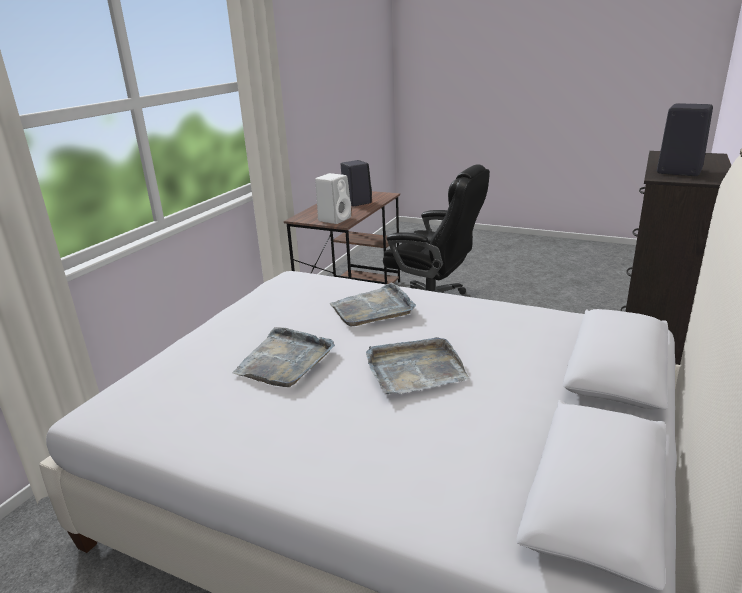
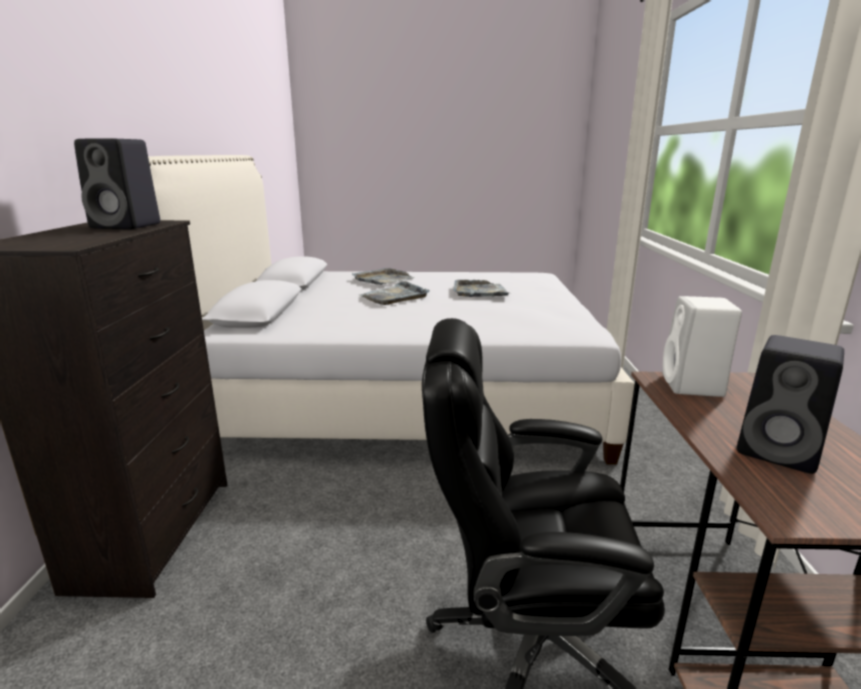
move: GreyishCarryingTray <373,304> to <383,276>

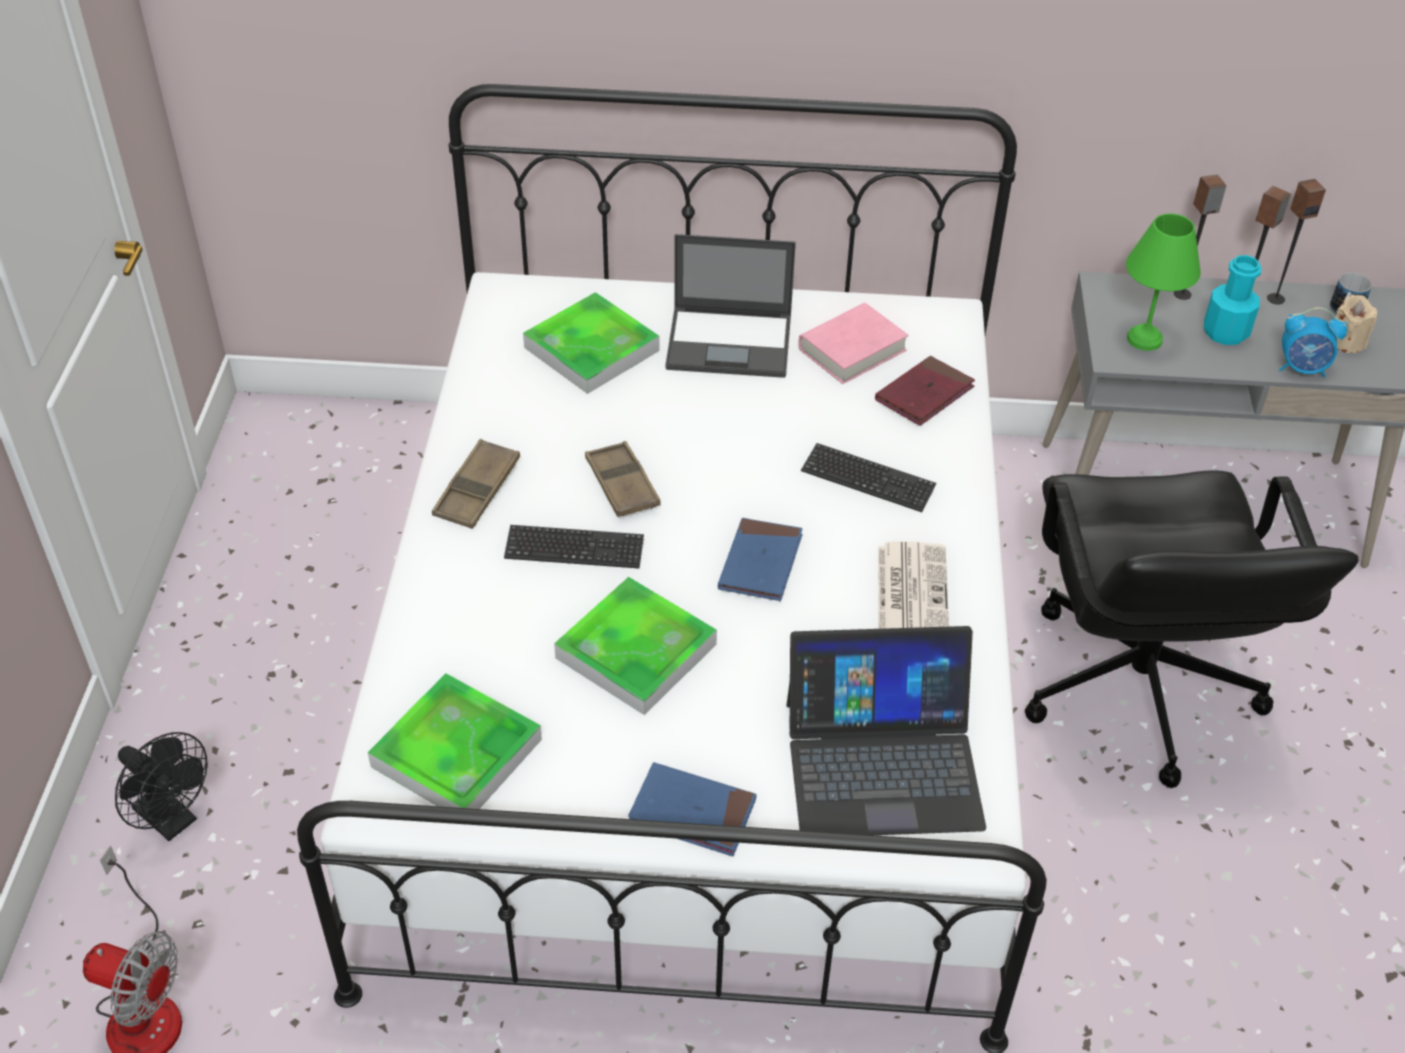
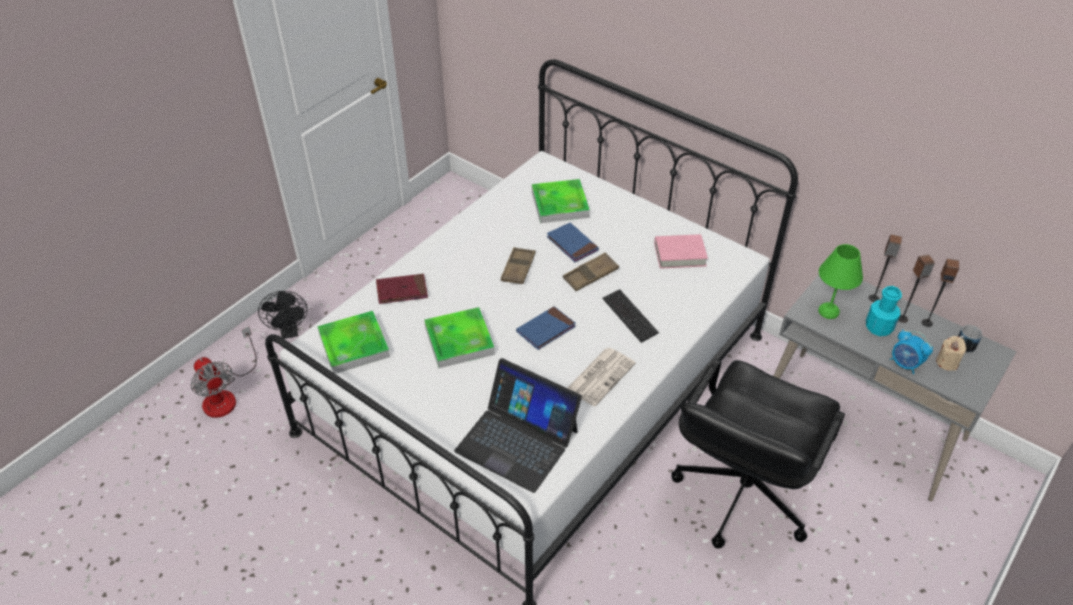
delete: Keyboard <574,547>; Laptop <730,306>
move: RedColouredVolume <925,391> to <402,289>; BluishVolume <692,809> to <573,242>; BrownColouredCarryingTray <476,484> to <591,271>

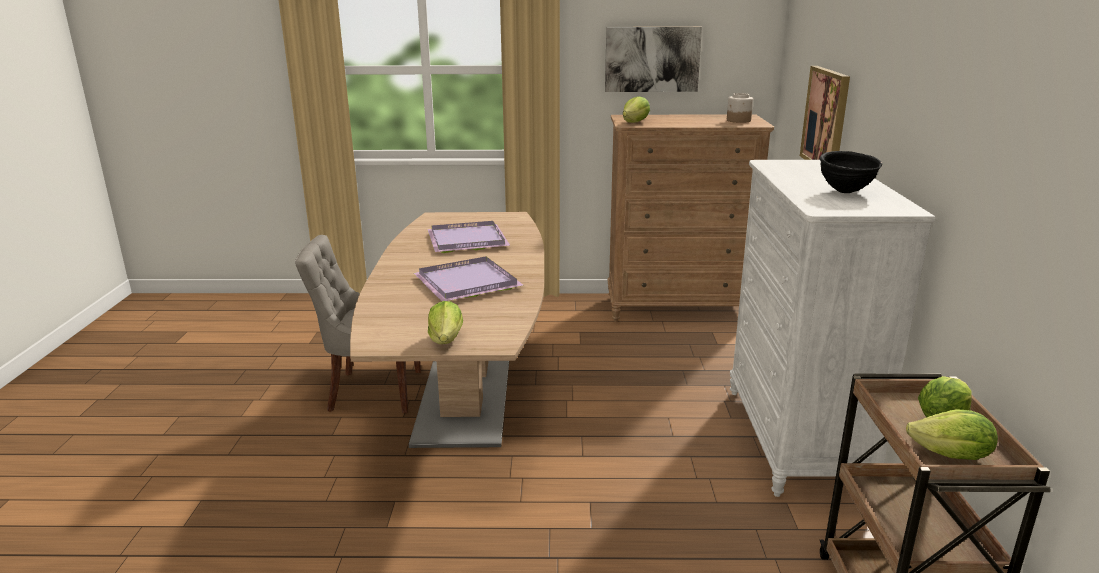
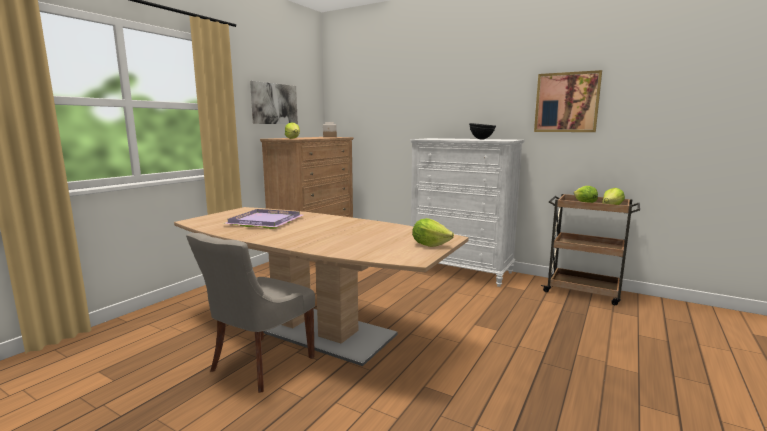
delete: PurpleColouredCarryingTray <468,279>
move: Picture <825,113> to <568,101>

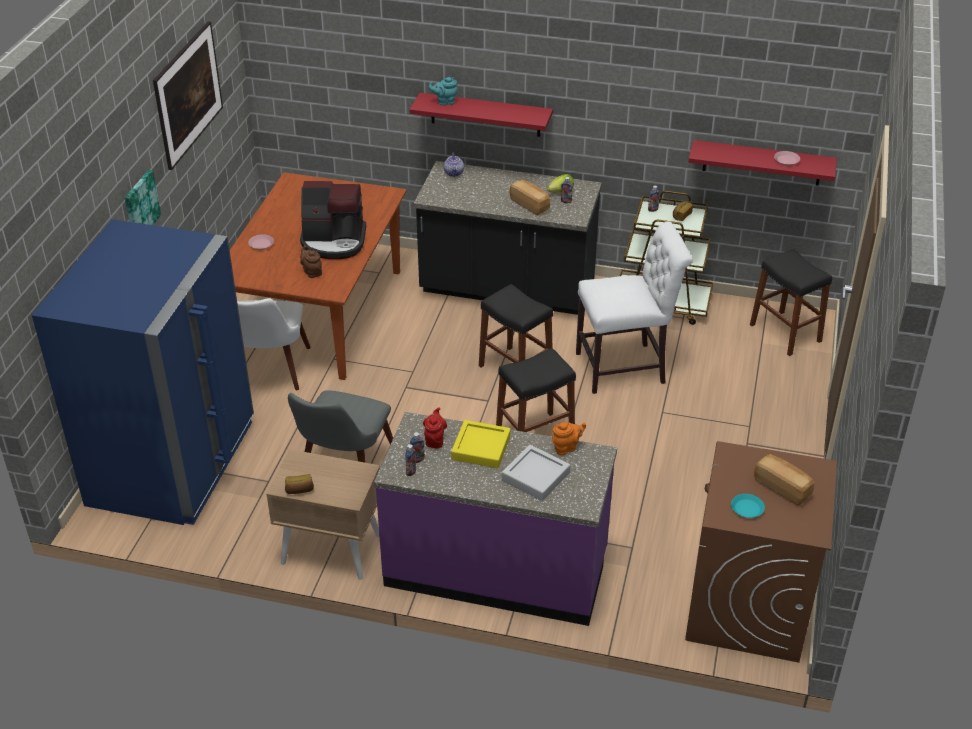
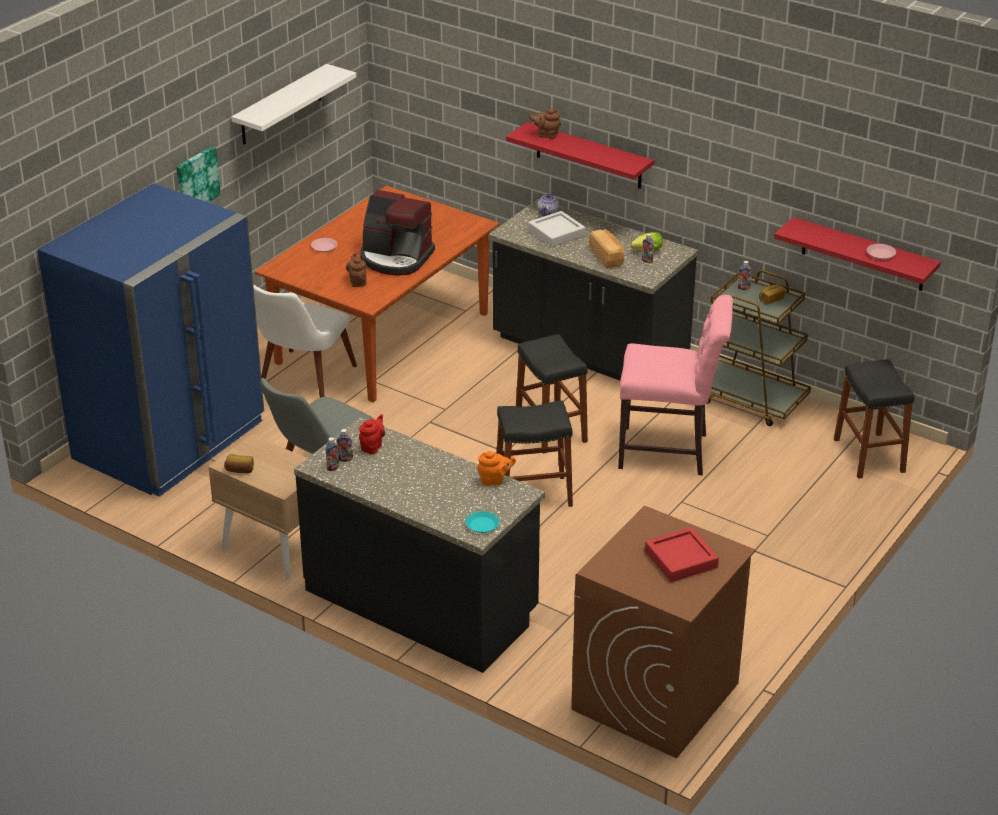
delete: YellowColouredCarryingTray <481,444>
move: TurquoisePlate <748,506> to <482,522>; GreyishCarryingTray <536,473> to <557,229>
replace: Picture <188,95> to WhiteBracketShelf <294,104>; BakeryBread <784,479> to RedColouredCarryingTray <682,554>
recolor: PurpleColouredCounter <495,519> to BlackColouredCounter <419,545>; TurquoisePotForTea <443,91> to BrownColouredPotForTea <545,124>; WhiteUprightChair <634,307> to PinkUprightChair <675,385>

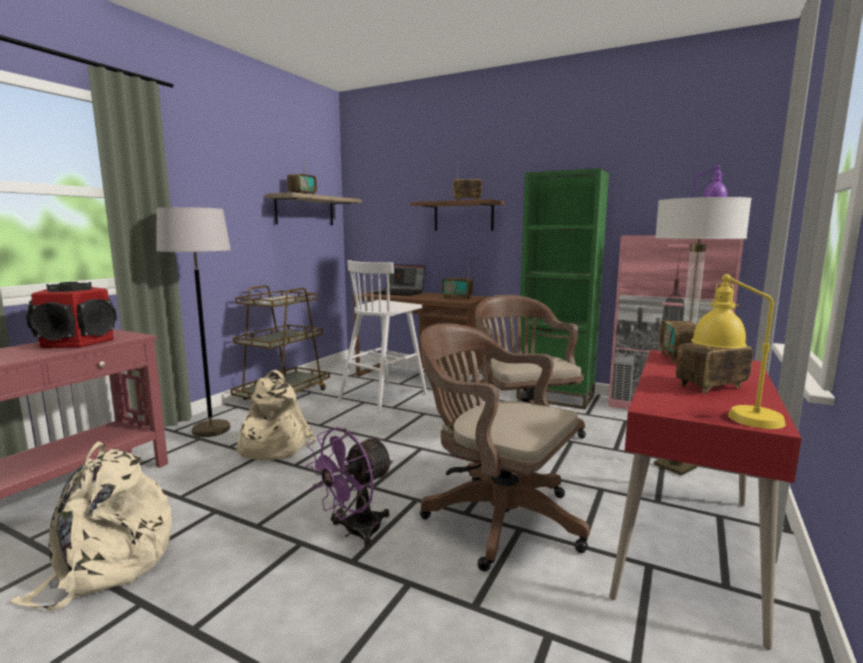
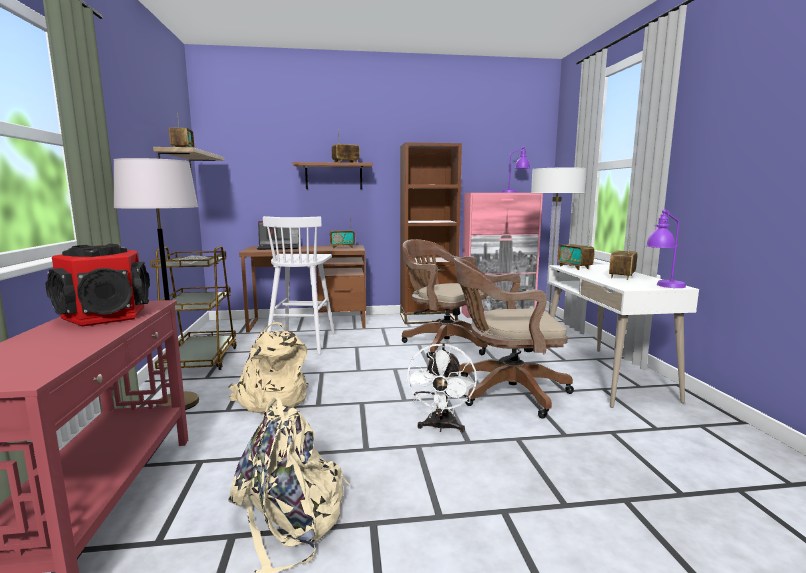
recolor: GreenBookshelf <562,289> to BrownColouredBookshelf <431,233>; PurpleColouredFan <349,487> to WhiteFan <441,387>; RedColouredDeskUnit <706,500> to WhiteDeskUnit <621,336>; YellowColouredTabletopLamp <738,351> to PurpleColouredTabletopLamp <666,248>

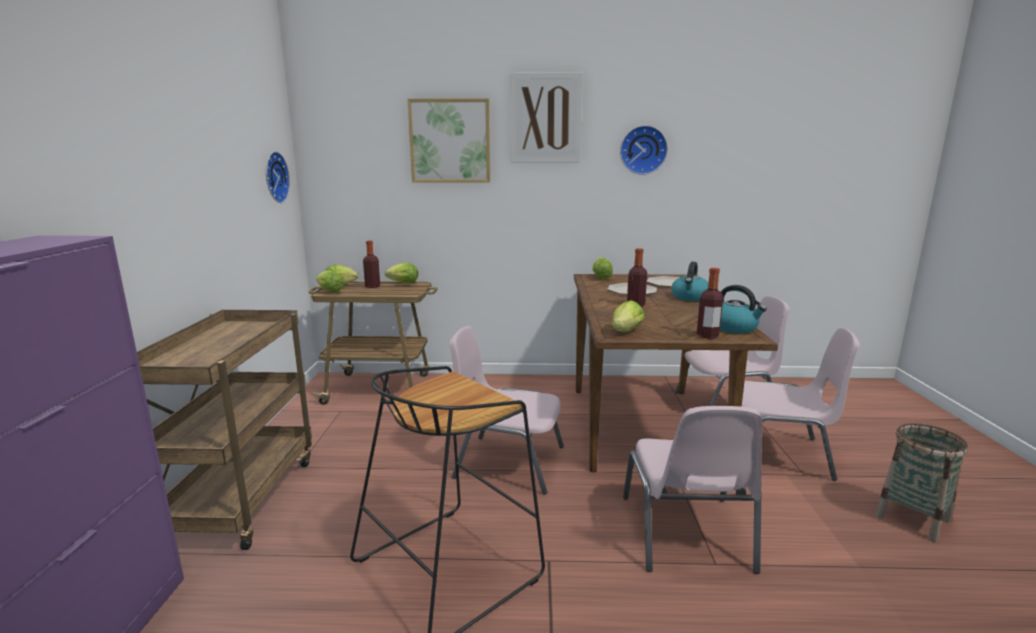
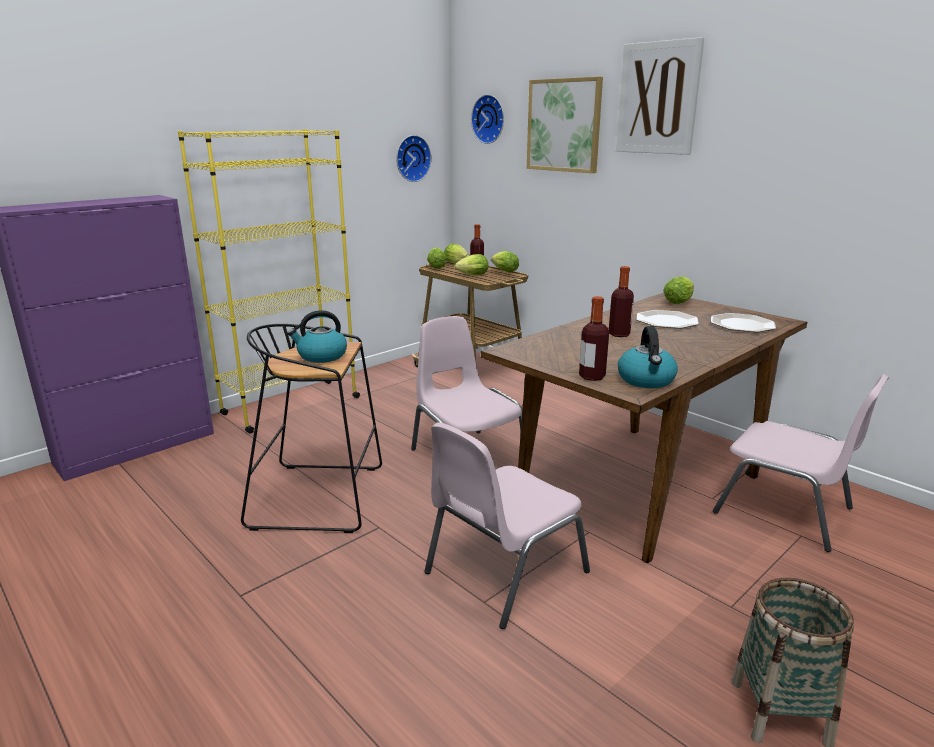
delete: PinkUprightChair <801,404>
move: TeaKettle <689,281> to <317,336>; Lettuce <628,316> to <471,264>; WallClock <644,150> to <487,119>
replace: BrownColouredCart <224,430> to YellowColouredBookshelf <269,281>

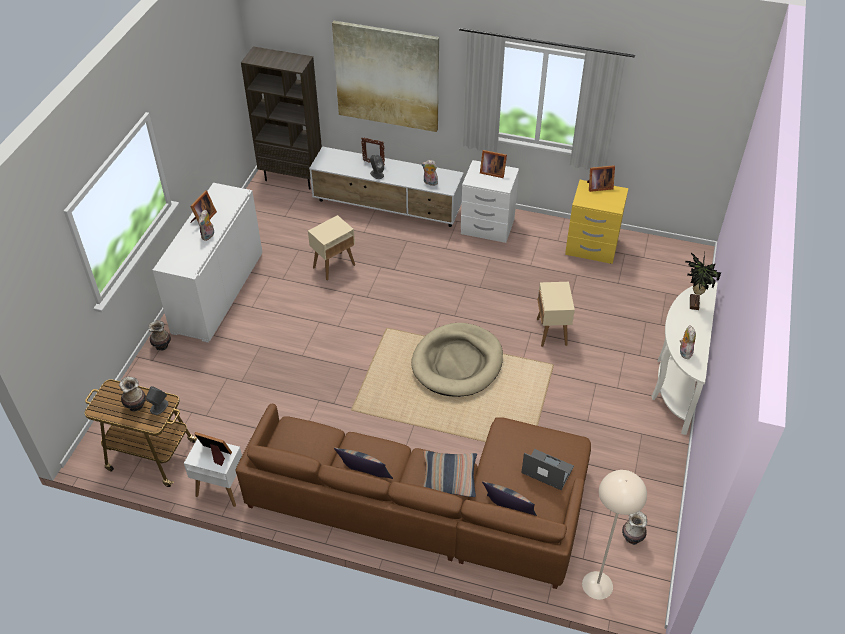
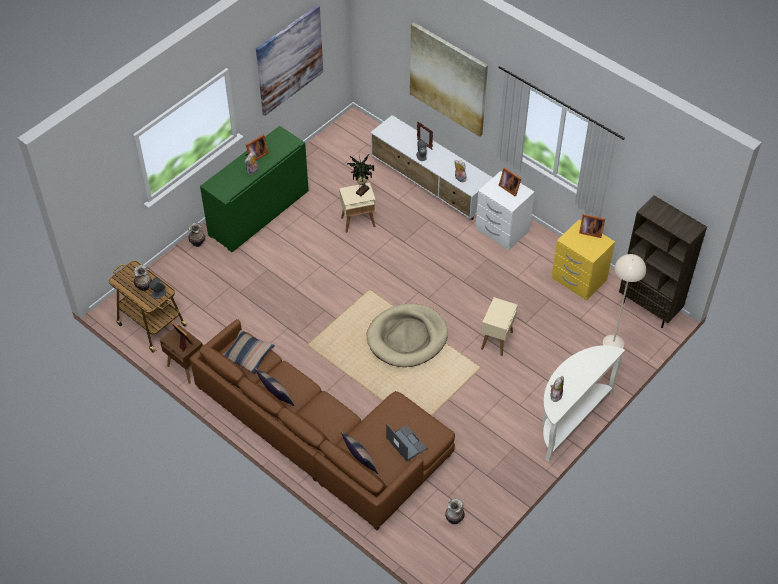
insert: Picture <289,60>
move: Pillow <450,474> to <249,351>; PlantInAPot <703,281> to <360,175>; BeigeStandardLamp <614,535> to <624,301>; BrownColouredBookshelf <281,118> to <663,261>
recolor: WhiteEndTable <213,472> to BrownColouredEndTable <181,354>; WhiteCabinet <208,263> to GreenCabinet <254,189>

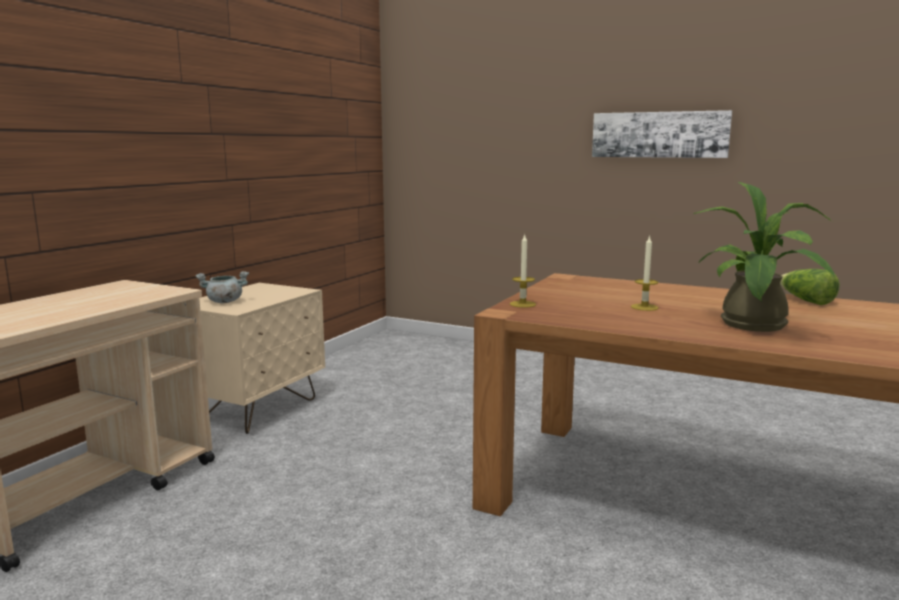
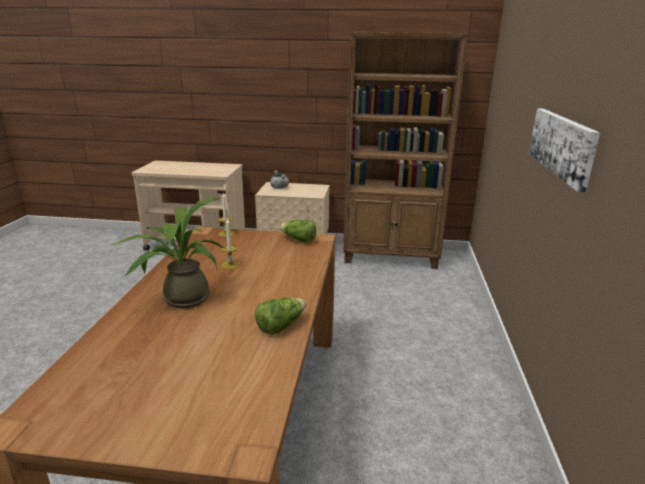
insert: Lettuce <297,231>; BrownColouredBookshelf <405,150>

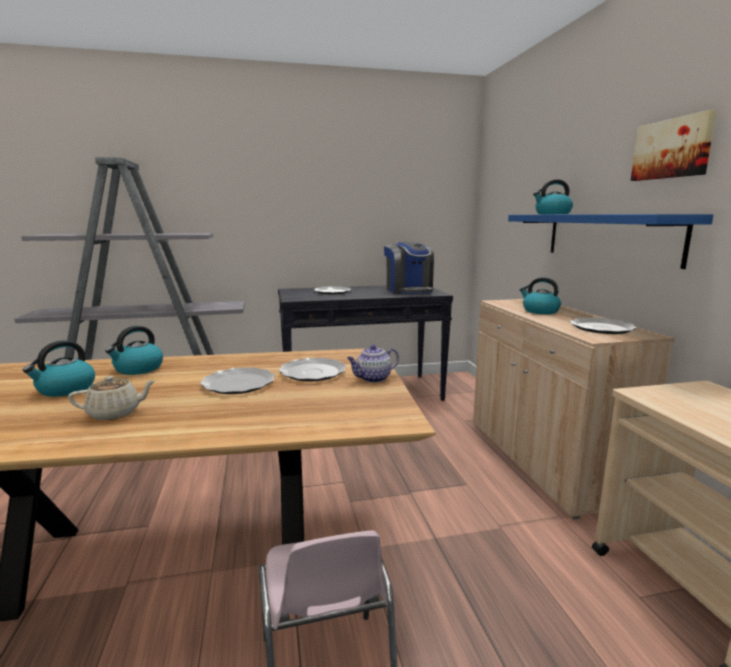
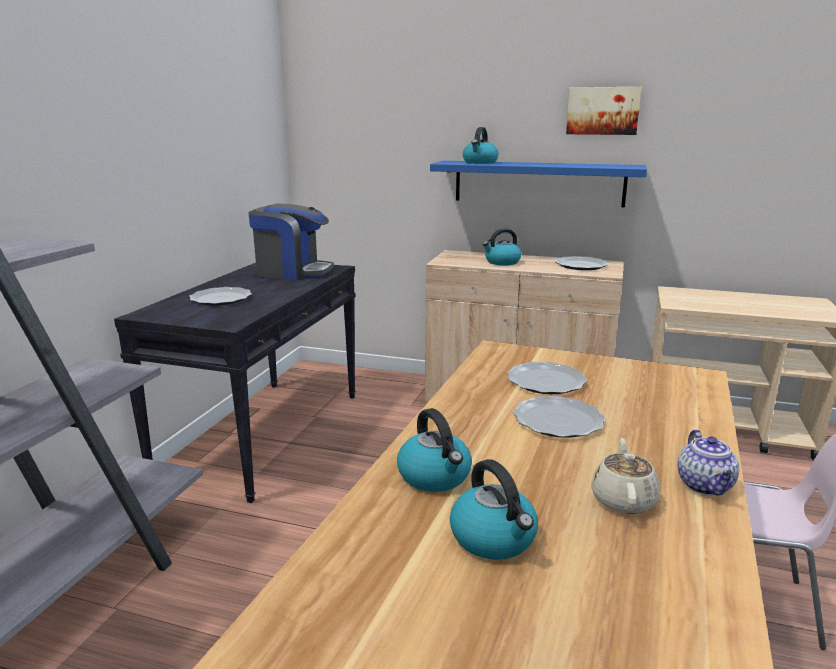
move: PotForTea <373,364> to <708,462>

